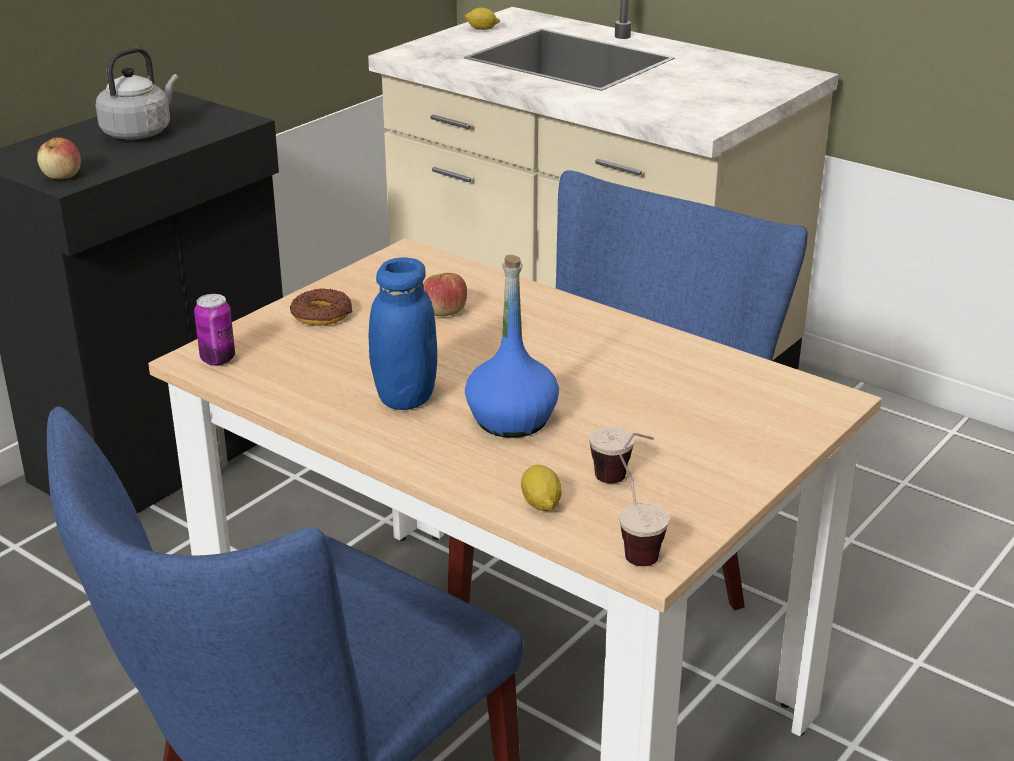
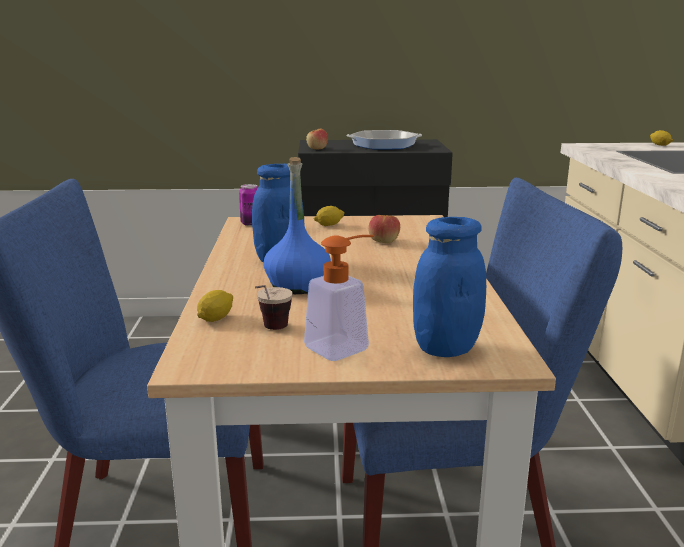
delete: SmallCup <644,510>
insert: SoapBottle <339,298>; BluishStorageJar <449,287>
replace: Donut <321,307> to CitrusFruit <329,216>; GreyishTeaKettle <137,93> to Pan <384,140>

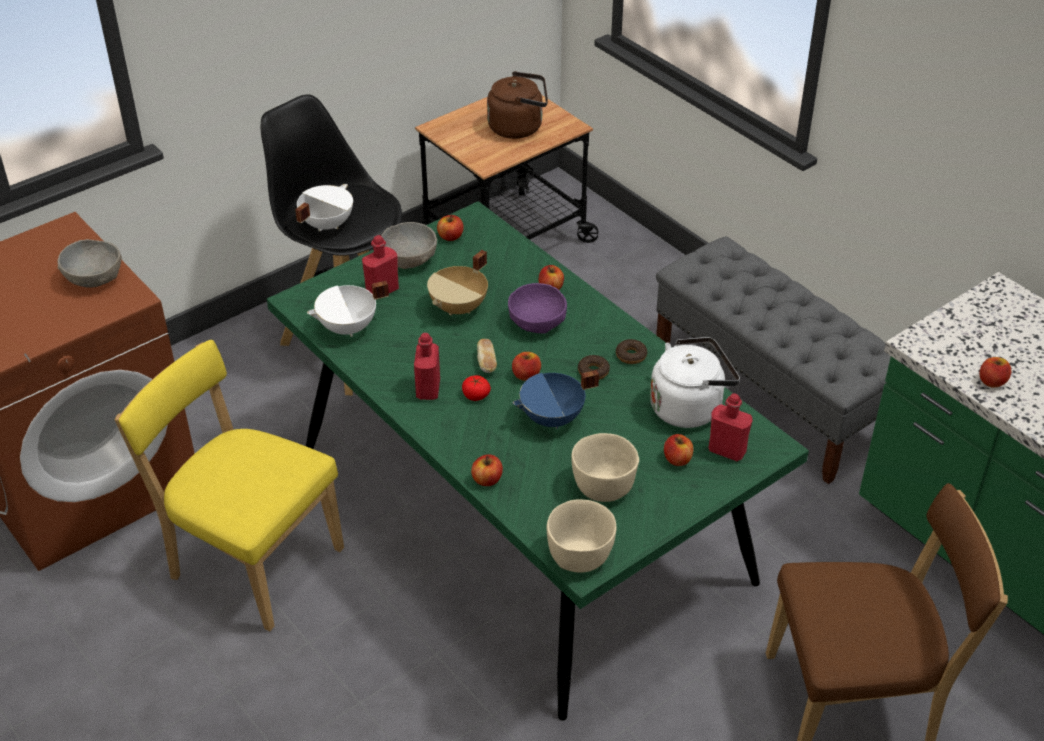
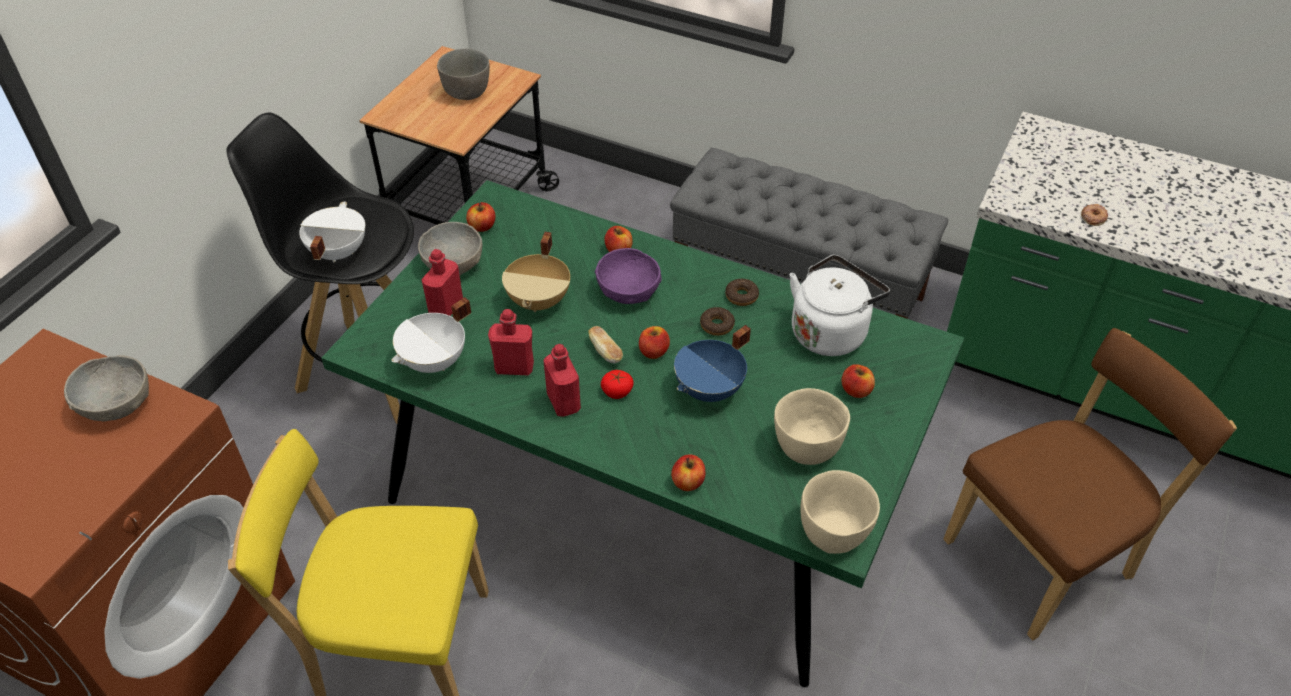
move: RedColouredDrinkBottle <730,427> to <511,342>
replace: BrownColouredTeaKettle <517,105> to GreyishBowl <463,74>; WholeApple <995,372> to Donut <1094,215>

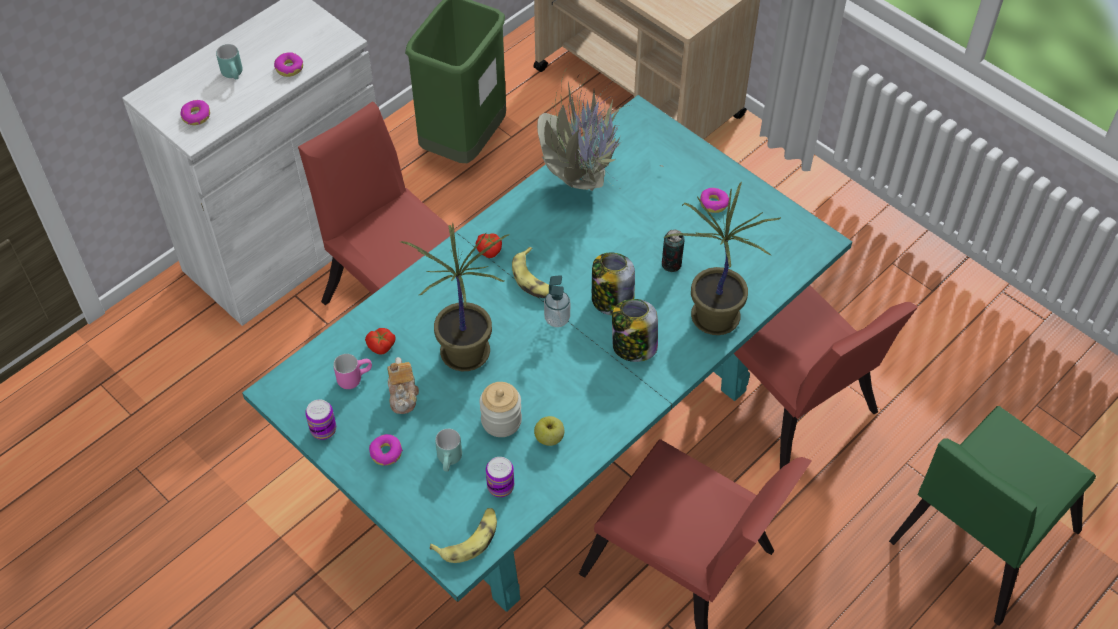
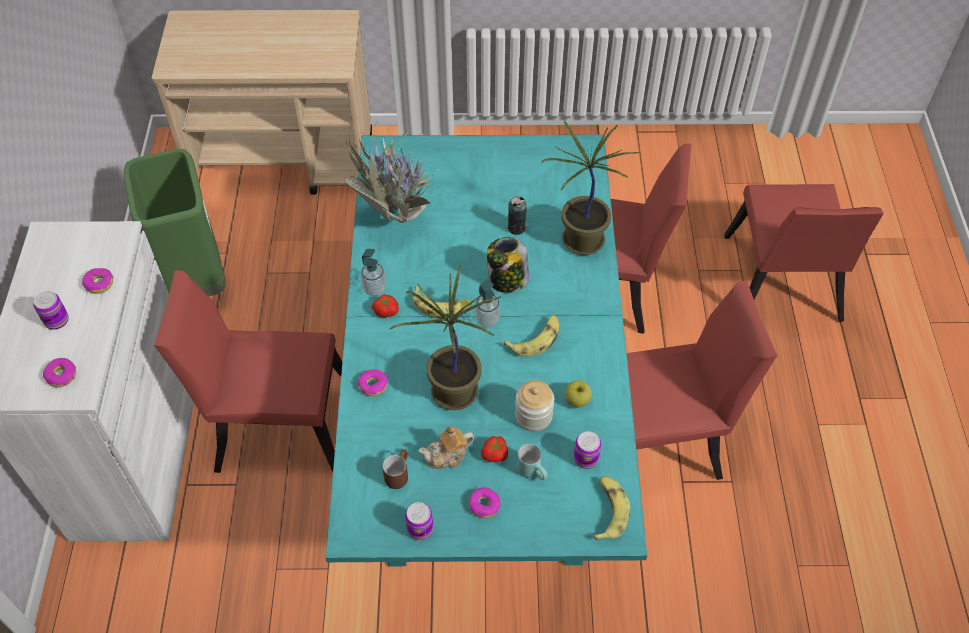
delete: StorageJar <635,330>
insert: SoapBottle <373,272>; BananaFruit <532,336>
move: Donut <714,200> to <373,383>; Tomato <380,341> to <494,449>
replace: TurquoiseCoffeeMug <229,61> to MetalCan <51,310>
recolor: PinkCoffeeMug <352,371> to BrownColouredCoffeeMug <395,469>; GreenUprightChair <992,516> to RedColouredUprightChair <804,252>
rotate: PotForTea <403,385> = <446,447> 120 degrees clockwise

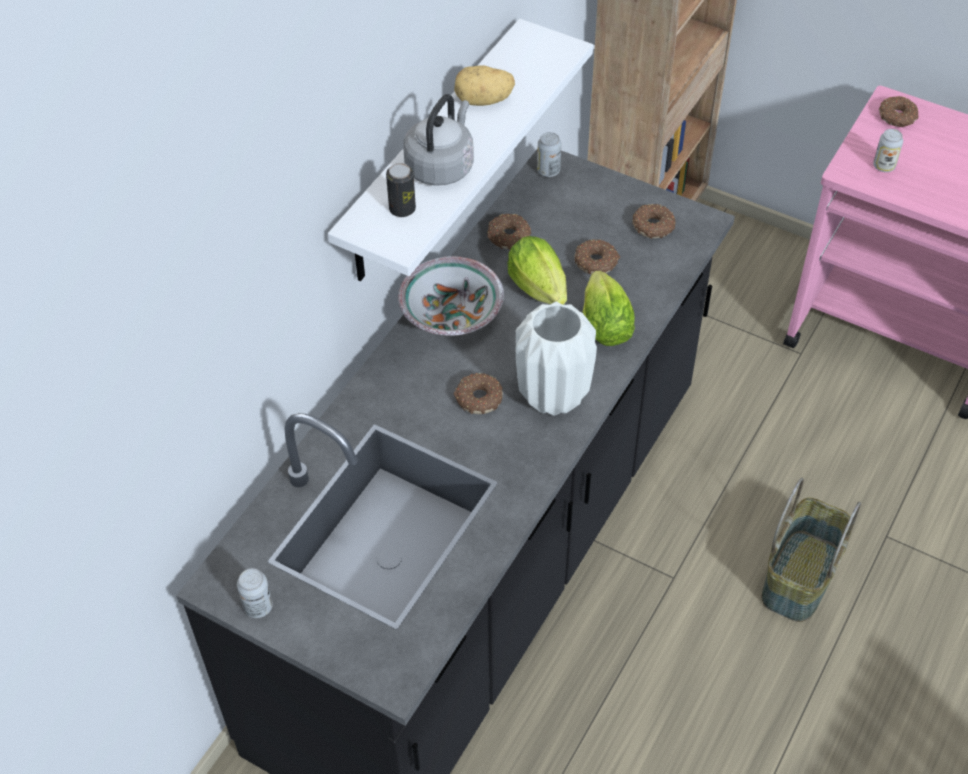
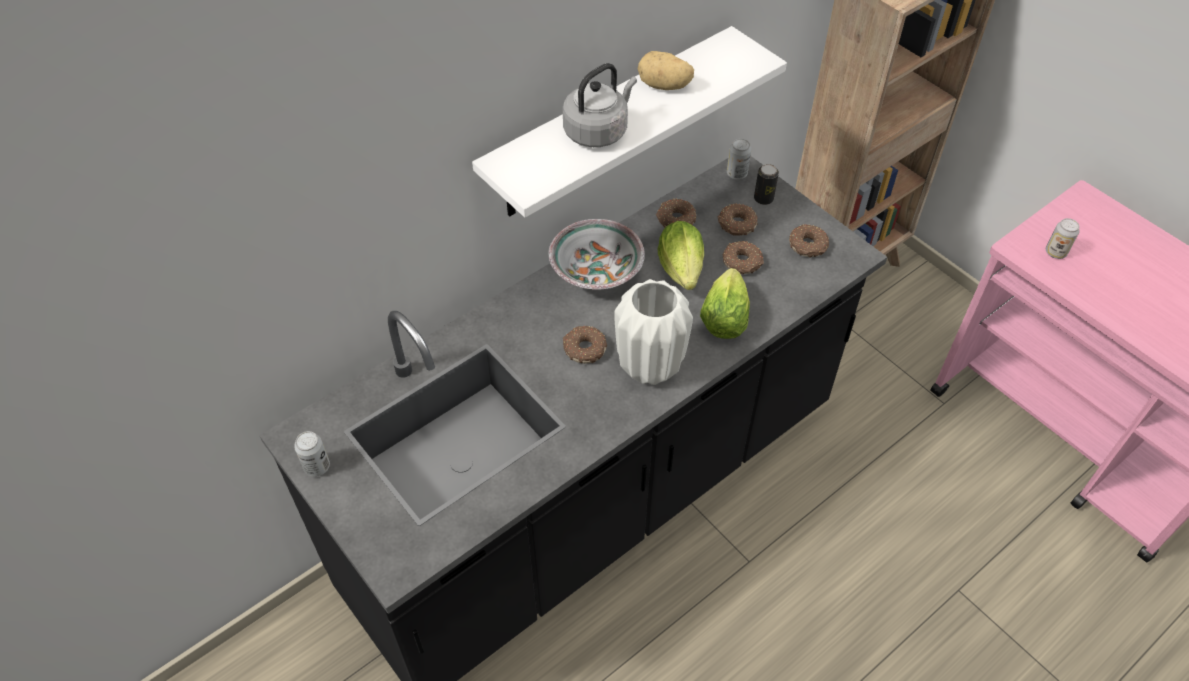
delete: HouseholdBasket <811,550>
move: Donut <899,111> to <737,219>; MetalCan <401,190> to <766,184>

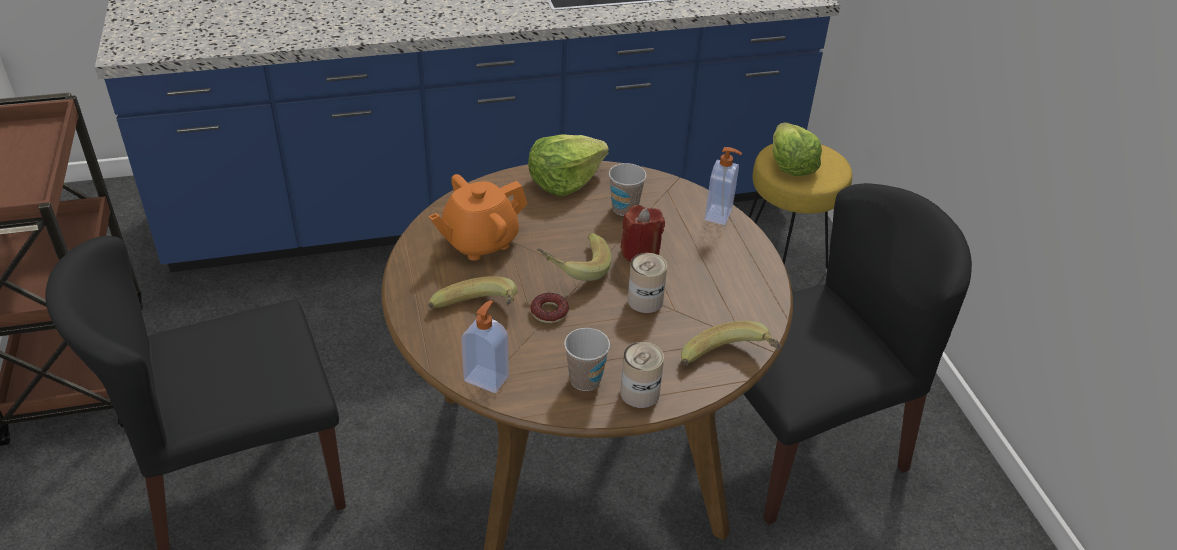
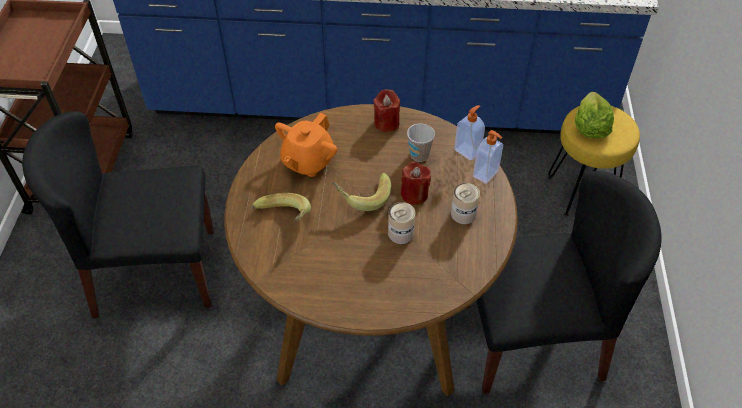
delete: Donut <549,308>; SmallCup <587,359>; BananaFruit <731,343>
move: MetalCan <642,375> to <465,203>; SoapBottle <485,346> to <469,133>
replace: Lettuce <568,165> to RedColouredWaxLight <386,110>
rotate: OrangeyPotForTea <478,217> = <306,145> 45 degrees counterclockwise

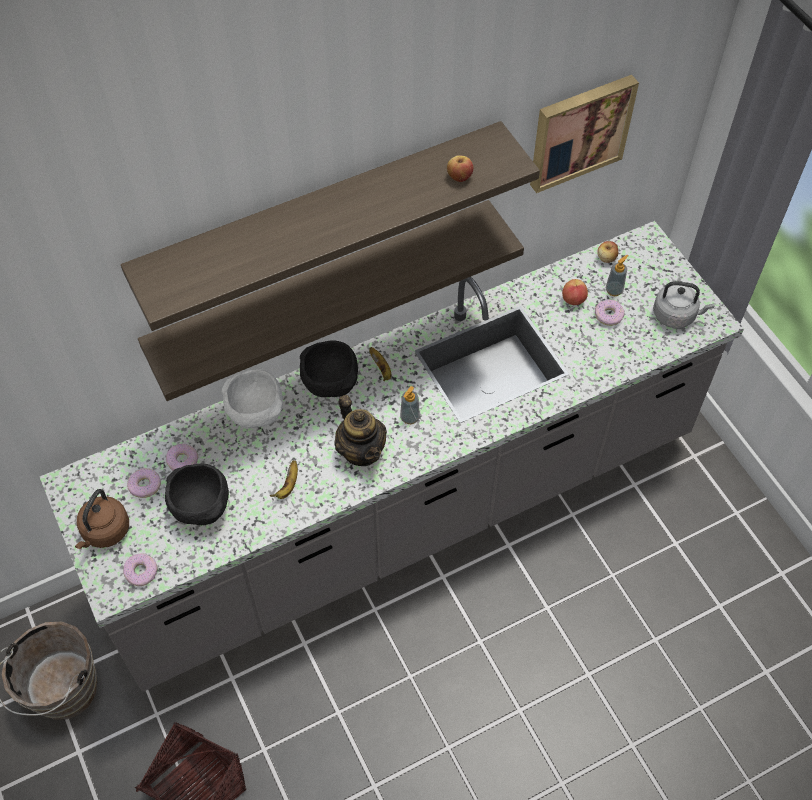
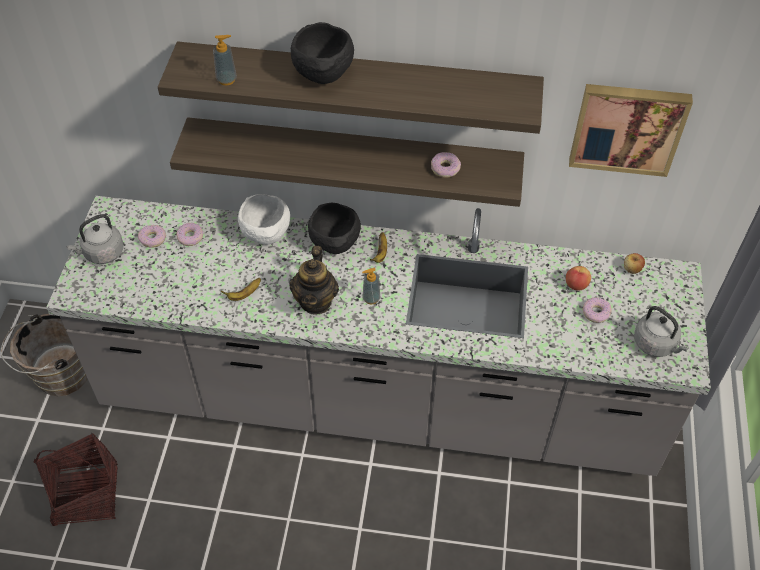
delete: WholeApple <460,168>
move: SoapBottle <617,275> to <225,60>; BlackColouredBowl <197,494> to <322,53>; Donut <140,569> to <446,165>
recolor: BrownColouredTeaKettle <102,519> to GreyishTeaKettle <95,239>

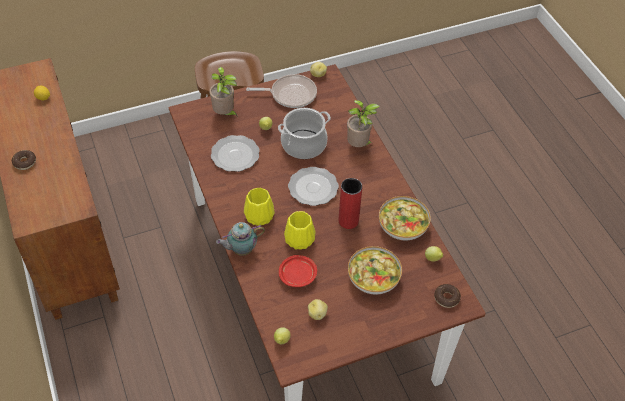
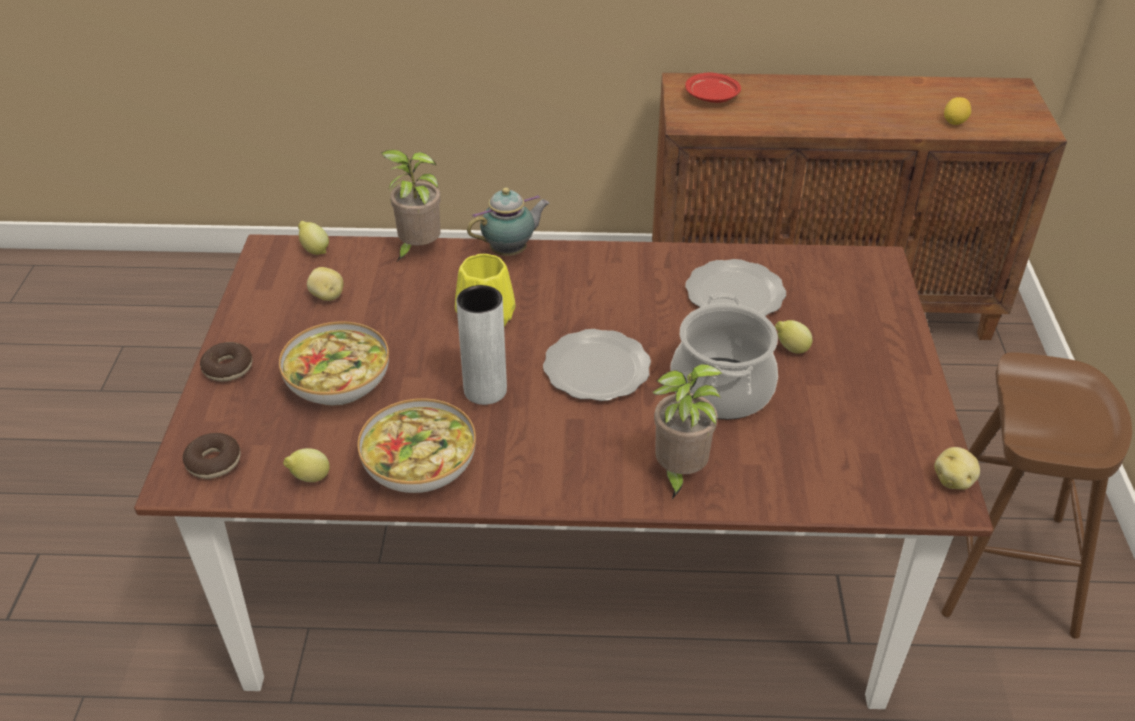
delete: YellowColouredVase <259,207>; Pan <281,91>
move: Donut <24,160> to <226,361>; PlantInAPot <223,92> to <411,205>; RedColouredPlate <298,271> to <713,88>
recolor: RedColouredVase <350,203> to GreyishVase <481,345>
rotate: PotForTea <240,239> = <508,221> 60 degrees clockwise

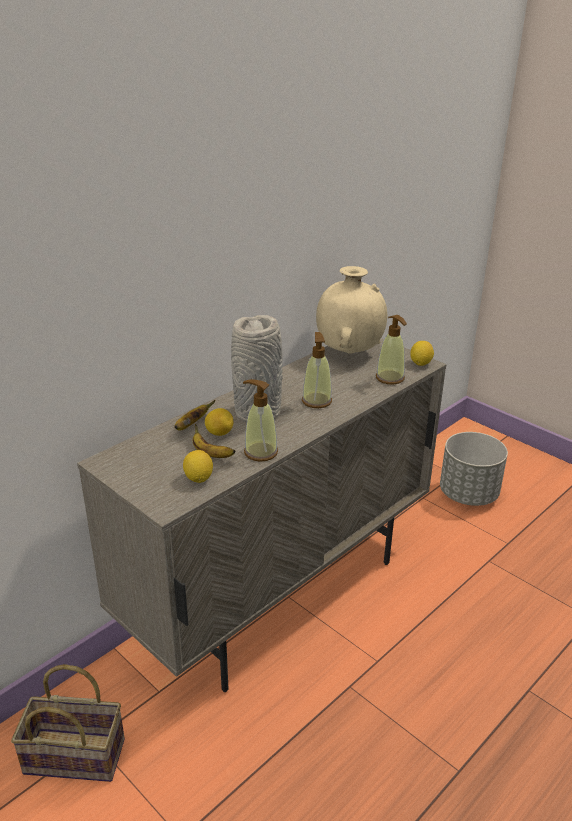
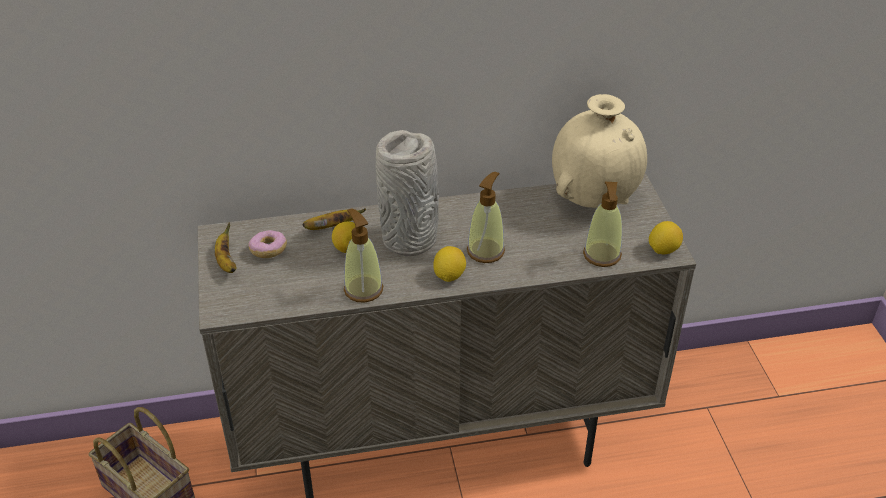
delete: GreyishPlantPot <474,469>
insert: Donut <268,244>
move: BananaFruit <214,441> to <226,248>; CitrusFruit <198,466> to <449,264>

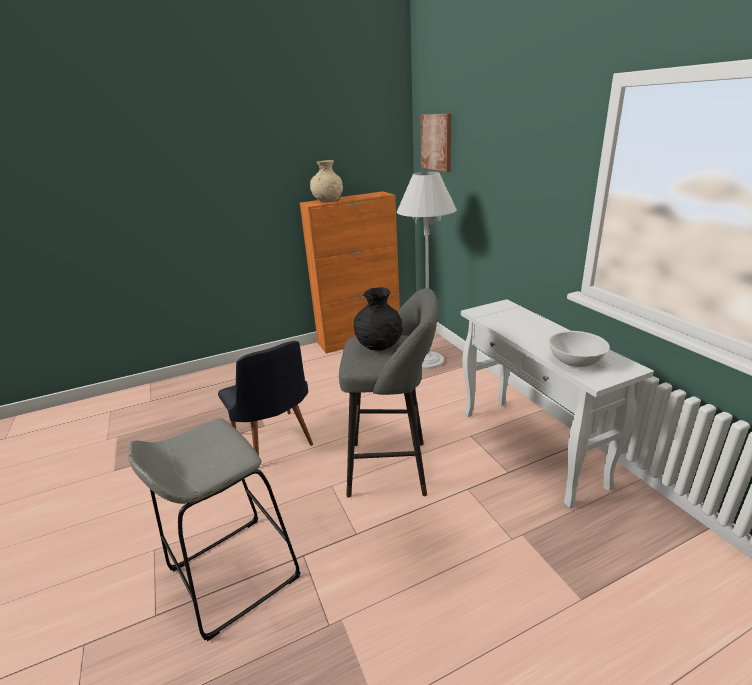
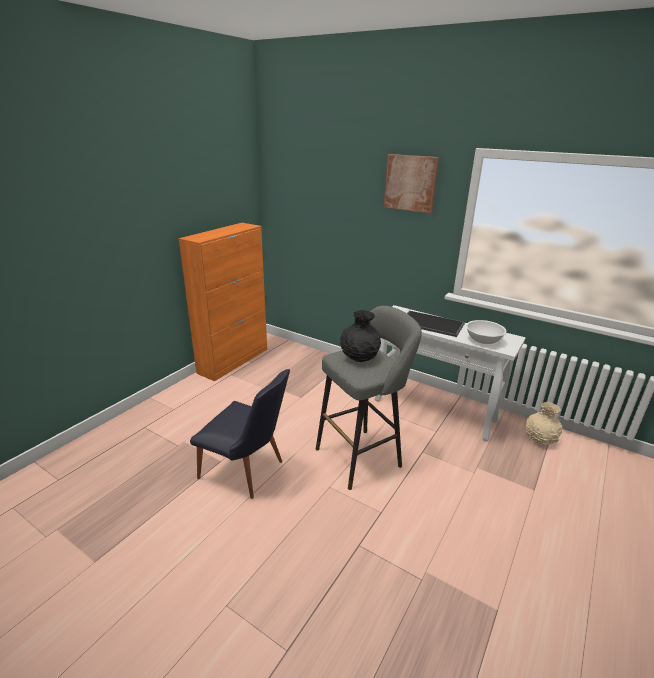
delete: GreyishSittingStool <214,529>; WhiteStandardLamp <427,270>
insert: CarryingTray <436,323>
move: Picture <435,142> to <411,183>; BeigeVase <326,181> to <544,423>

